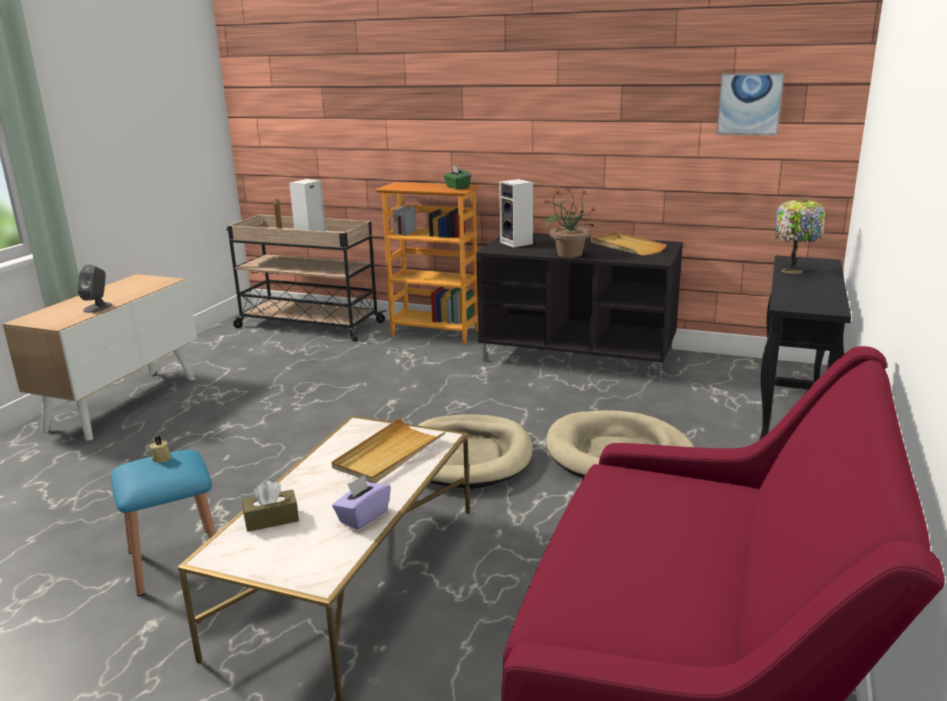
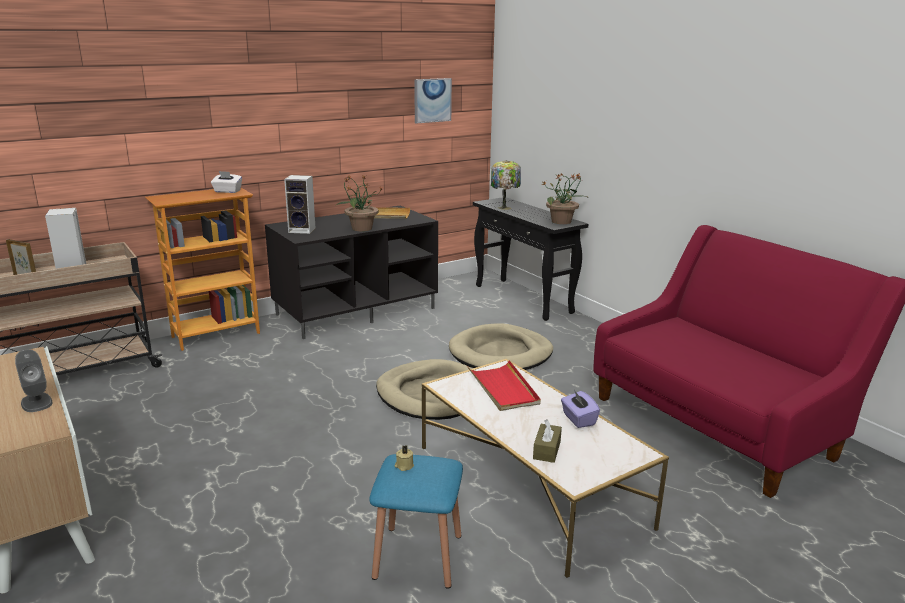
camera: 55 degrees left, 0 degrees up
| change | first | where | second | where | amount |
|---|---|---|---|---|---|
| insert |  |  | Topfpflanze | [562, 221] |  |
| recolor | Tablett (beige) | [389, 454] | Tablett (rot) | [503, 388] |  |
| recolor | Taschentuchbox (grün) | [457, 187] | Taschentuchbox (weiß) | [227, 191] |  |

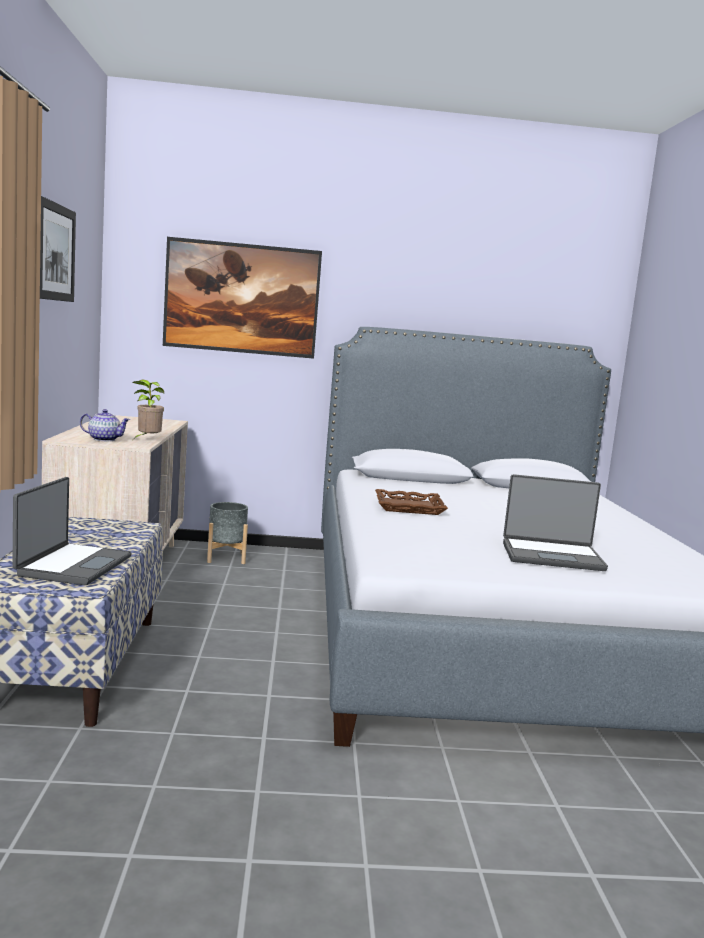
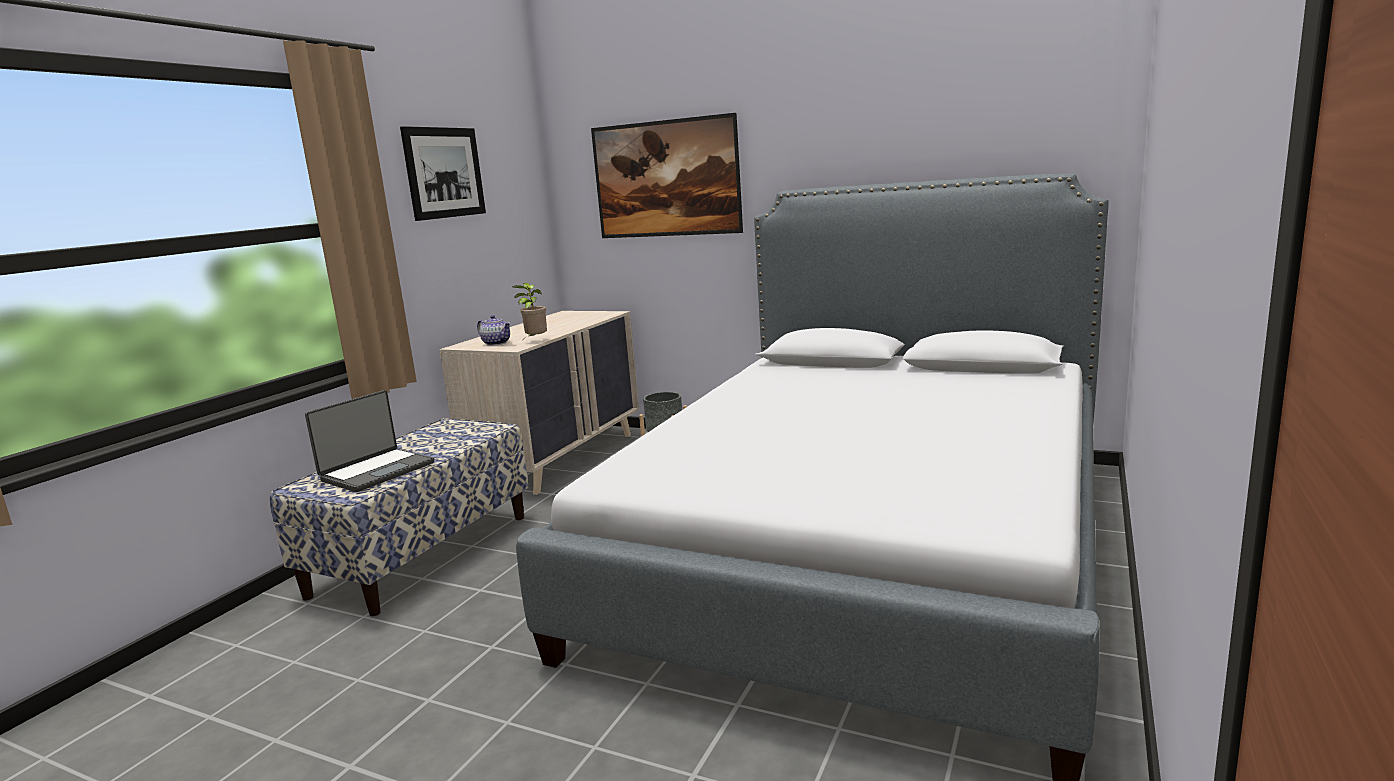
camera: 30 degrees right, 5 degrees up
| change | first | where | second | where | amount |
|---|---|---|---|---|---|
| delete | Tablett (braun) | [409, 507] |  |  |  |
| delete | Laptop | [552, 556] |  |  |  |

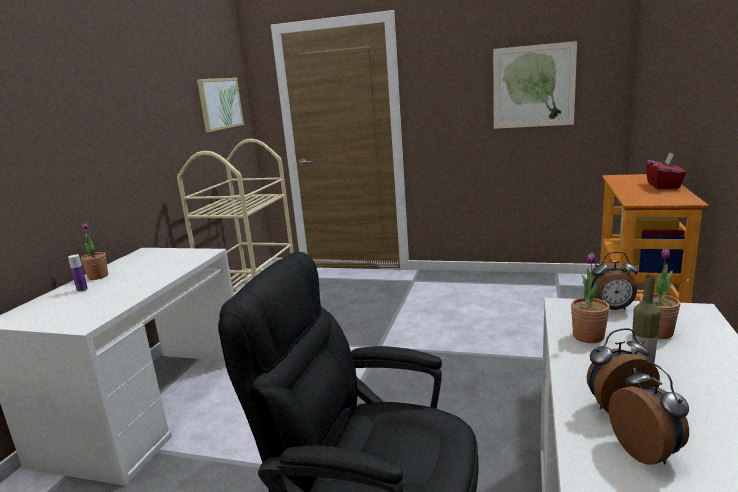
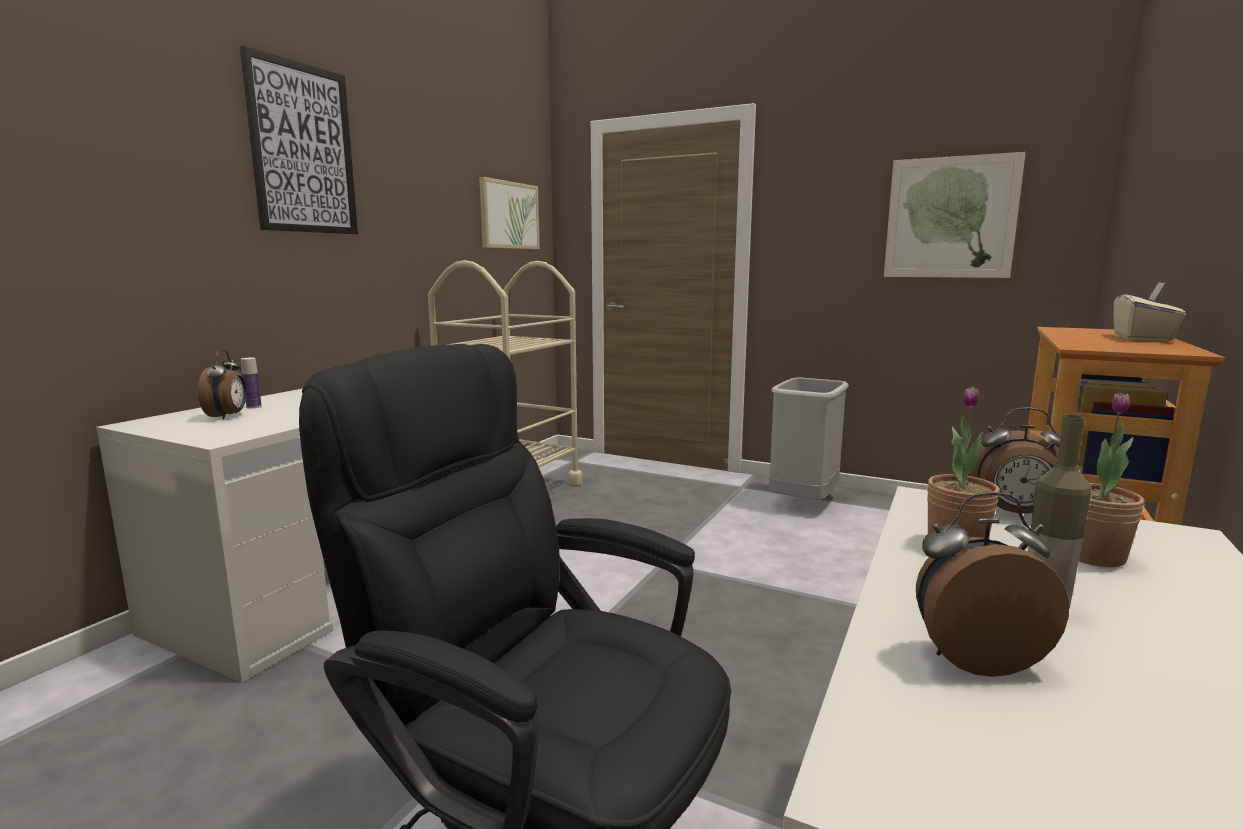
camera: 10 degrees right, 5 degrees down
| change | first | where | second | where | amount |
|---|---|---|---|---|---|
| delete | Topfpflanze | [98, 276] |  |  |  |
| insert |  |  | Bild | [302, 149] |  |
| insert |  |  | Mülleimer (grau) | [802, 502] |  |
| move | Wecker | [647, 452] |  | [228, 416] |  |
| recolor | Taschentuchbox (rot) | [663, 185] | Taschentuchbox (beige) | [1143, 338] |  |

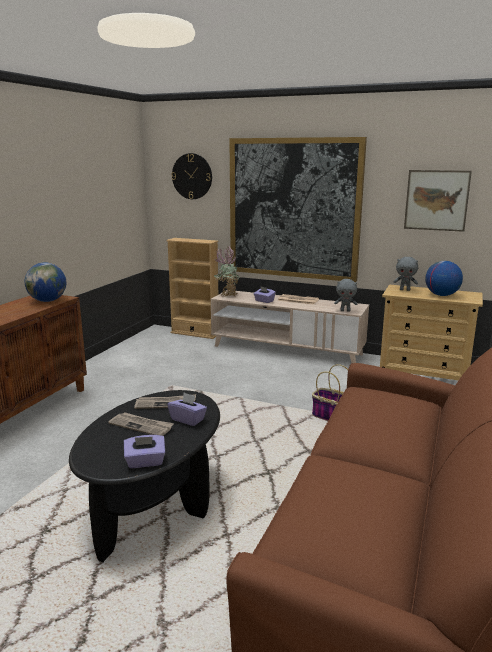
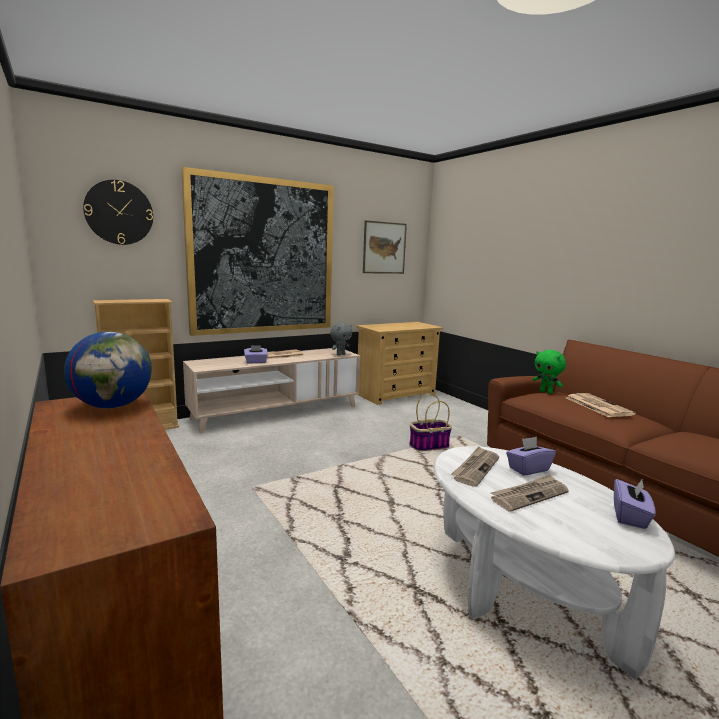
camera: 55 degrees left, 5 degrees down
| change | first | where | second | where | amount |
|---|---|---|---|---|---|
| delete | Topfpflanze | [227, 295] |  |  |  |
| delete | Plüschtier (grau) | [405, 290] |  |  |  |
| delete | Globus | [441, 295] |  |  |  |
| insert |  |  | Plüschtier (grün) | [546, 392] |  |
| insert |  |  | Zeitung | [597, 406] |  |
| recolor | Couchtisch (schwarz) | [154, 504] | Couchtisch (weiß) | [522, 592] |  |

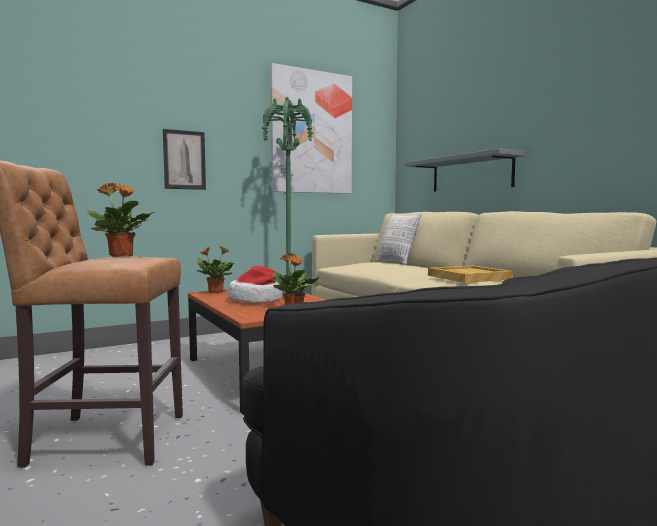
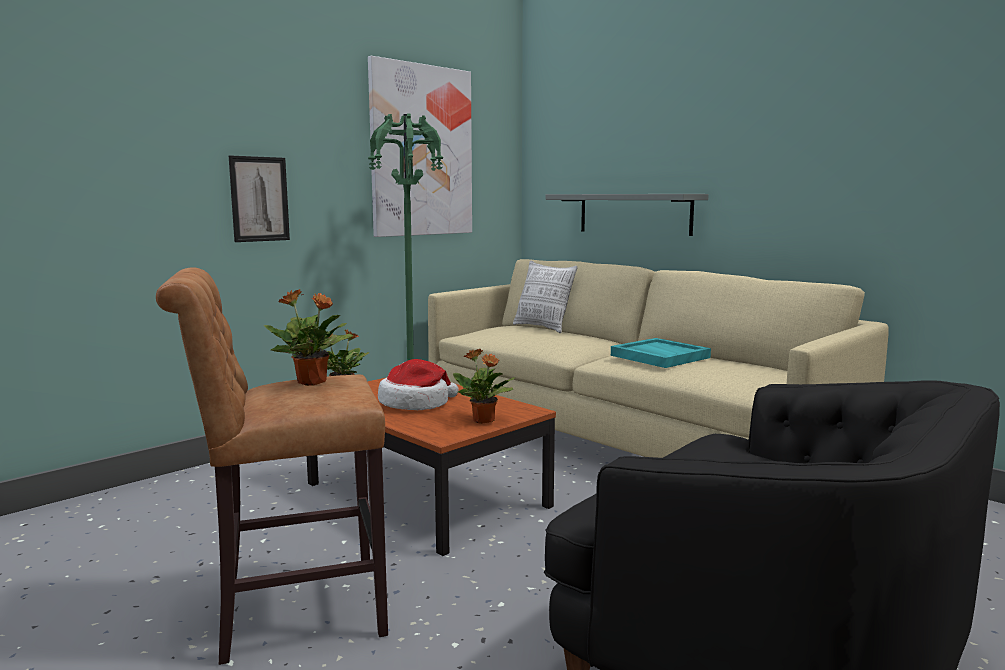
camera: 15 degrees left, 5 degrees up
| change | first | where | second | where | amount |
|---|---|---|---|---|---|
| recolor | Tablett (beige) | [468, 277] | Tablett (türkis) | [659, 356] |  |

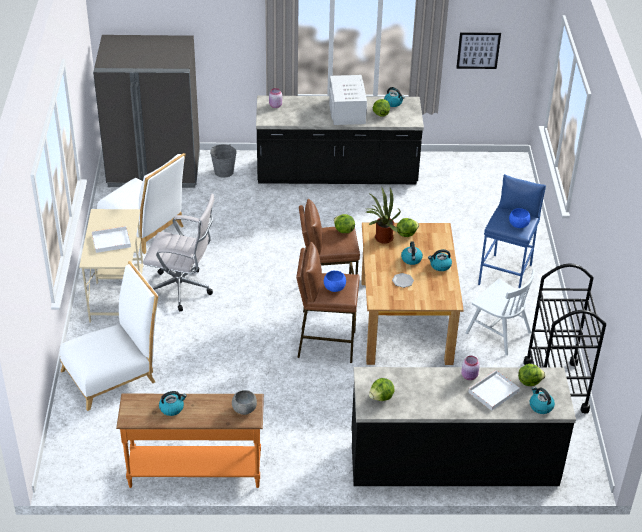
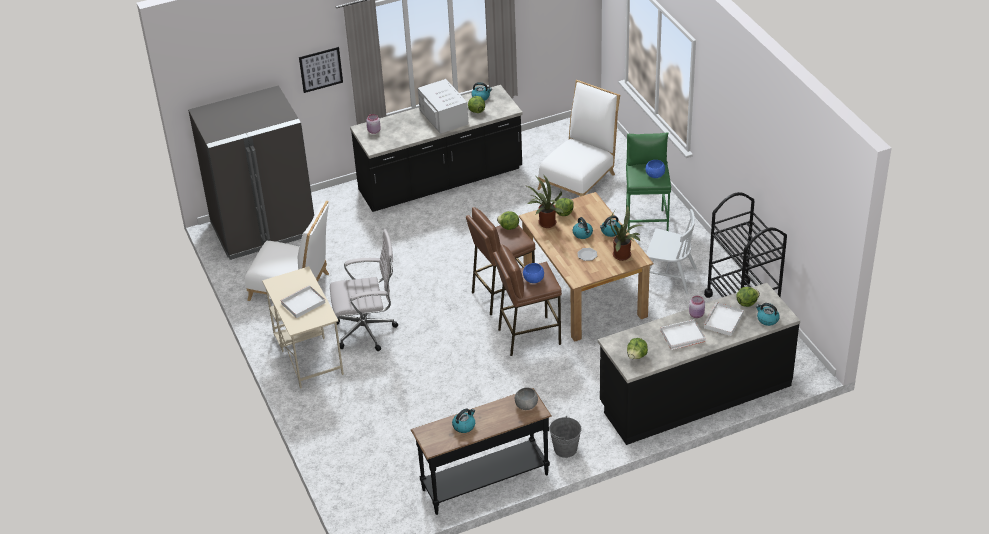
camera: 20 degrees left, 0 degrees up
| change | first | where | second | where | amount |
|---|---|---|---|---|---|
| insert |  |  | Topfpflanze | [624, 255] |  |
| insert |  |  | Tablett (weiß) | [683, 335] |  |
| move | Stuhl (weiß) | [114, 374] |  | [579, 179] |  |
| move | Eimer (grau) | [224, 171] |  | [565, 449] |  |
| move | Bild | [478, 50] |  | [321, 69] |  |
| recolor | Konsolentisch (orange) | [195, 471] | Konsolentisch (schwarz) | [484, 481] |  |
| recolor | Hocker (blau) | [506, 274] | Hocker (grün) | [646, 225] |  |

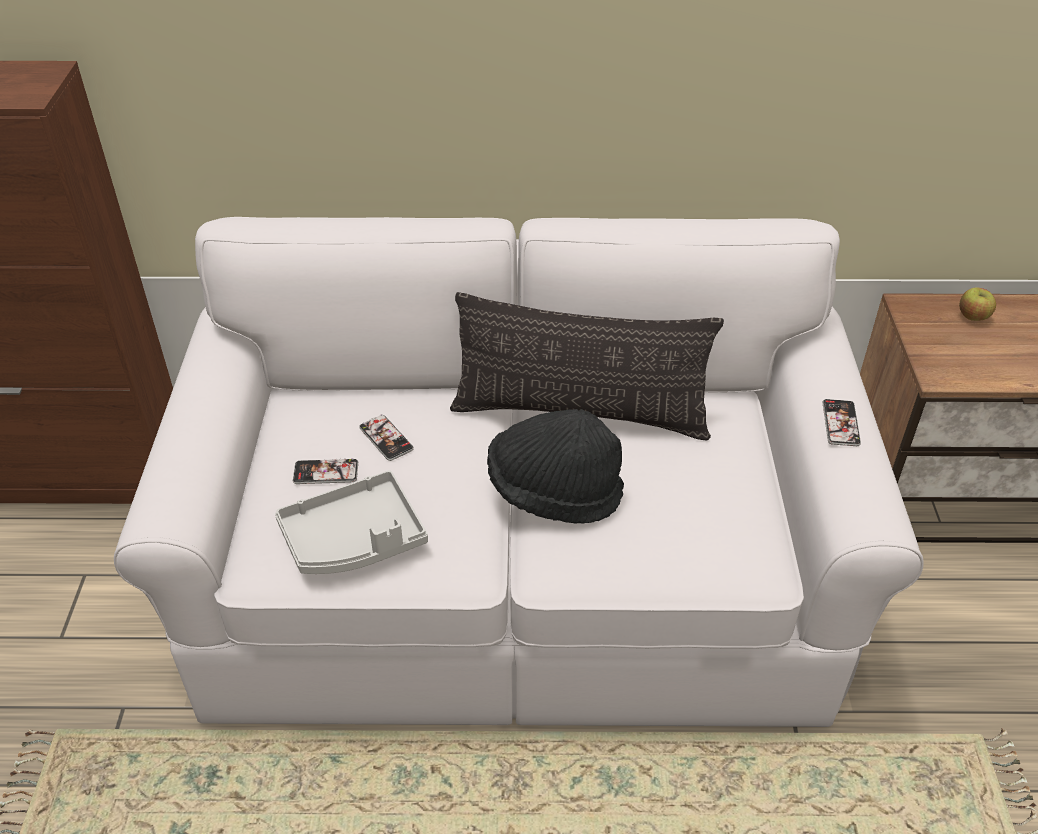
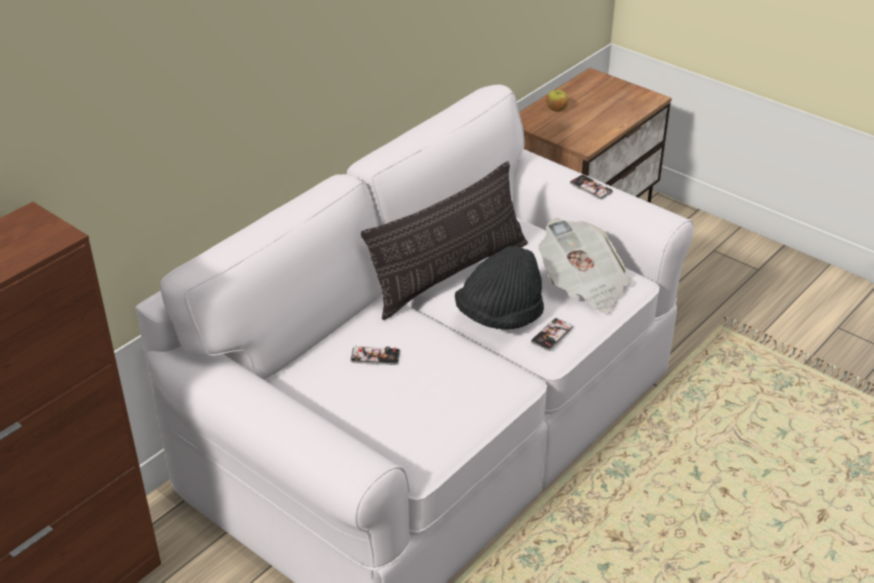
camera: 50 degrees left, 5 degrees down
| change | first | where | second | where | amount |
|---|---|---|---|---|---|
| delete | Tablett (grau) | [354, 539] |  |  |  |
| insert |  |  | Zeitung | [583, 285] |  |
| move | Handy | [326, 472] |  | [552, 335] |  |

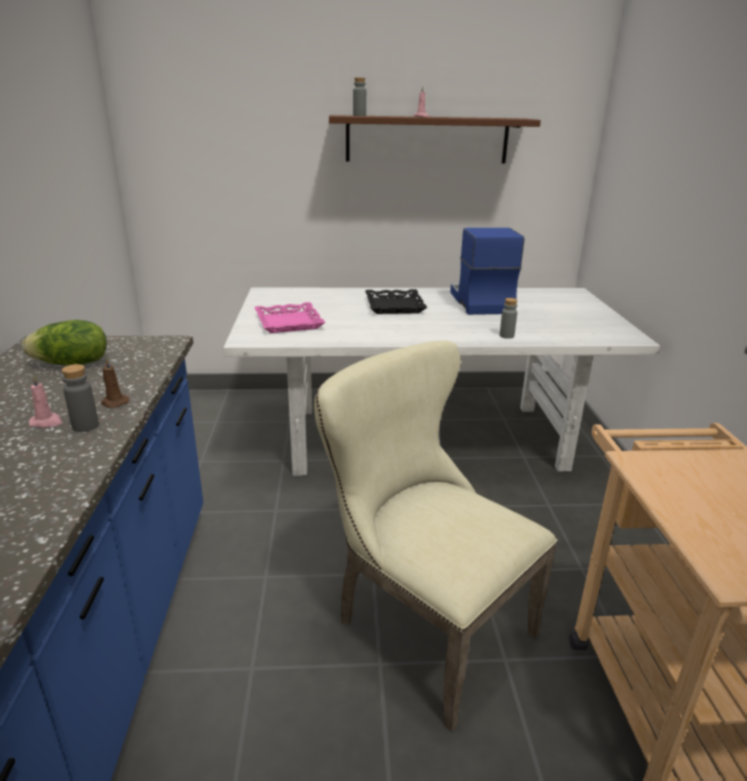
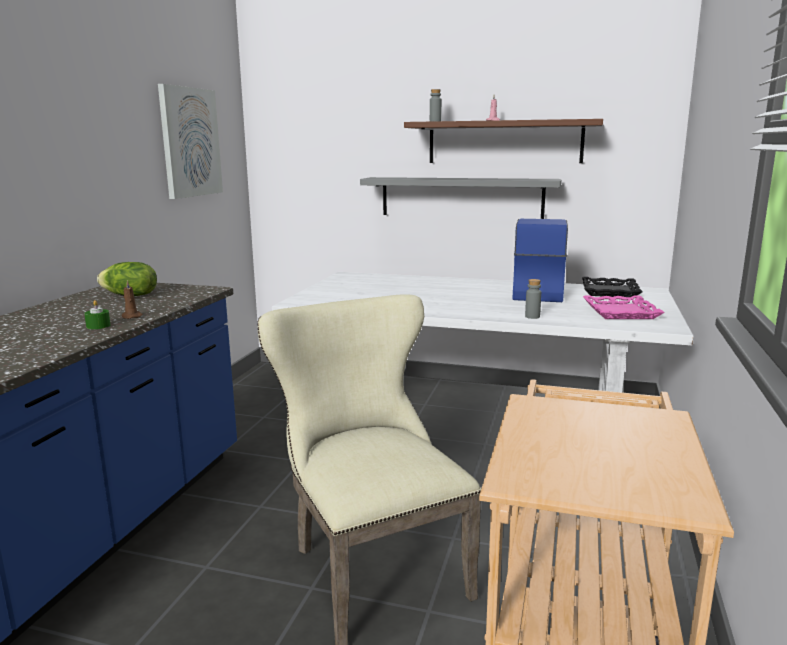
camera: 20 degrees right, 10 degrees down
| change | first | where | second | where | amount |
|---|---|---|---|---|---|
| delete | Kerze (rosa) | [47, 422] |  |  |  |
| insert |  |  | Bild | [190, 142] |  |
| insert |  |  | Wandregal (grau) | [461, 197] |  |
| move | Tablett (rosa) | [288, 322] |  | [620, 312] |  |
| move | Tablett (schwarz) | [394, 306] |  | [609, 291] |  |
| replace | Flasche (grau) | [85, 426] | Kerze (grün) | [98, 326] |  |

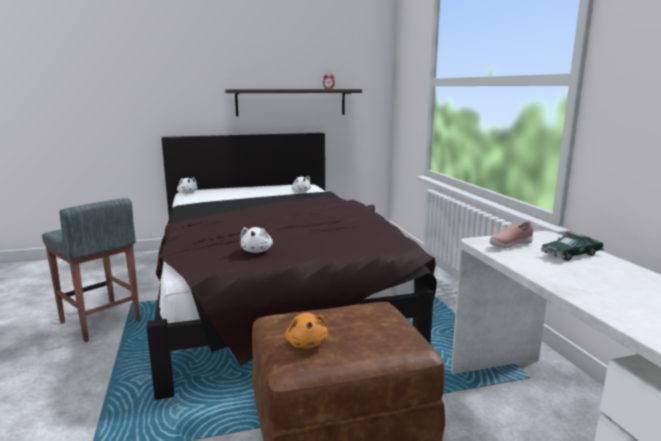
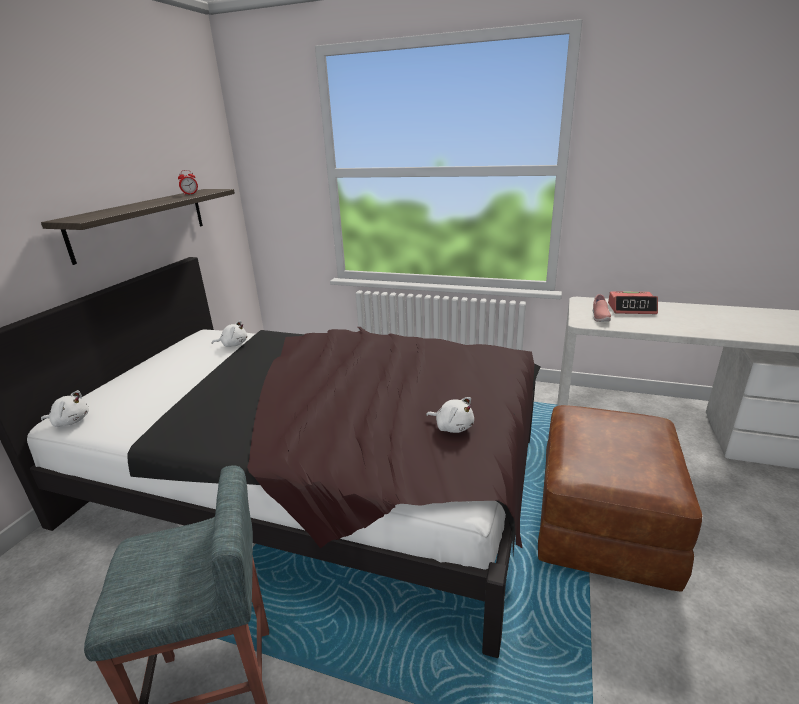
camera: 55 degrees left, 10 degrees up
| change | first | where | second | where | amount |
|---|---|---|---|---|---|
| delete | Plüschtier (orange) | [306, 343] |  |  |  |
| replace | Spielzeugauto | [571, 254] | Wecker | [632, 309] |  |

